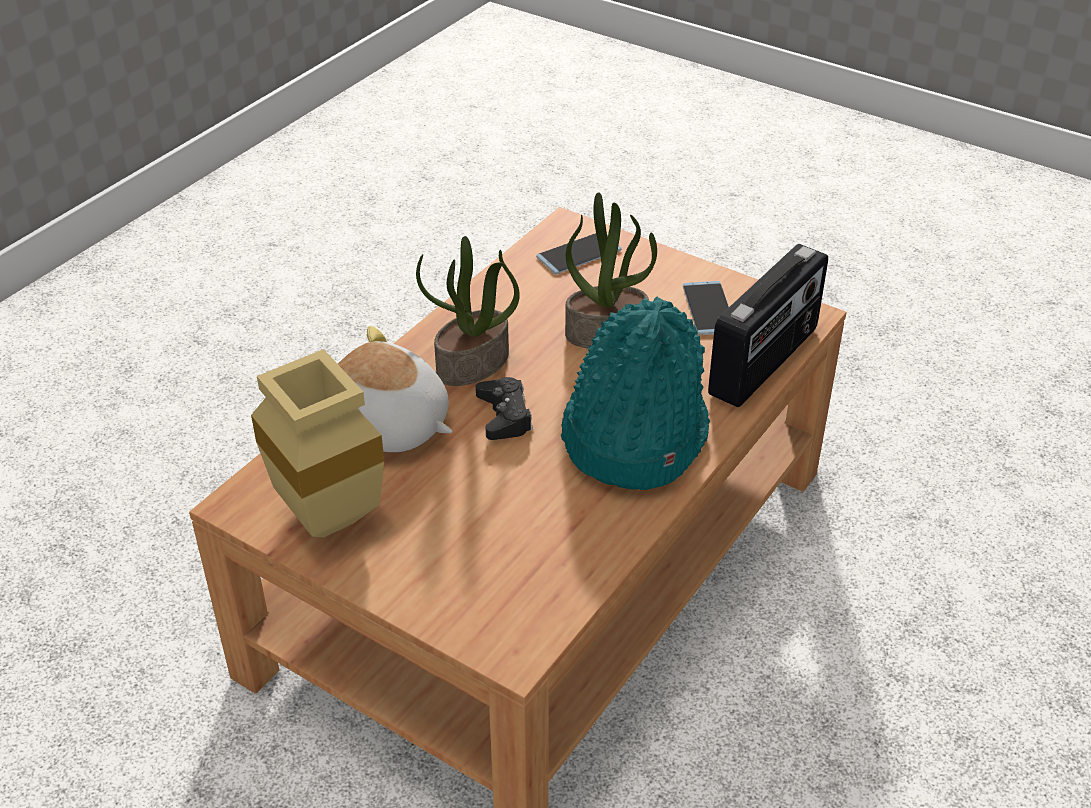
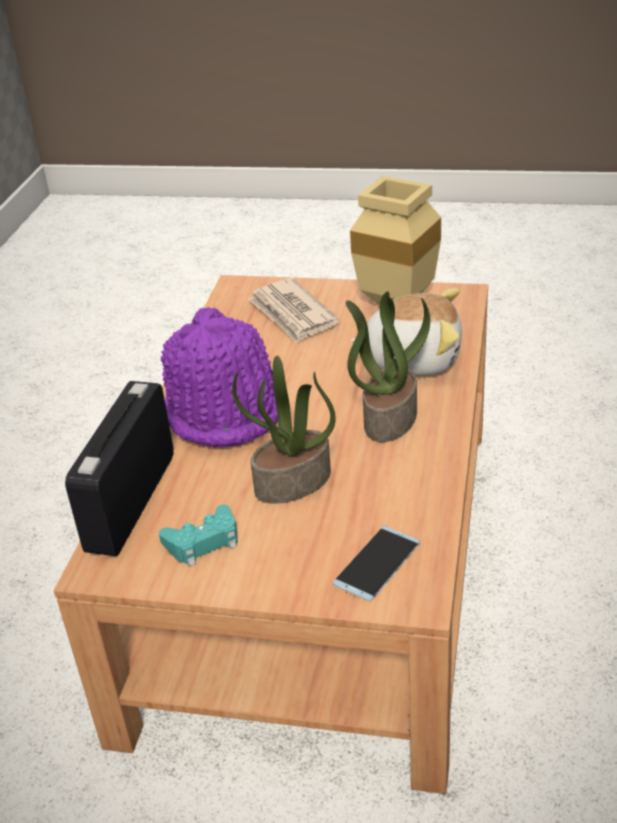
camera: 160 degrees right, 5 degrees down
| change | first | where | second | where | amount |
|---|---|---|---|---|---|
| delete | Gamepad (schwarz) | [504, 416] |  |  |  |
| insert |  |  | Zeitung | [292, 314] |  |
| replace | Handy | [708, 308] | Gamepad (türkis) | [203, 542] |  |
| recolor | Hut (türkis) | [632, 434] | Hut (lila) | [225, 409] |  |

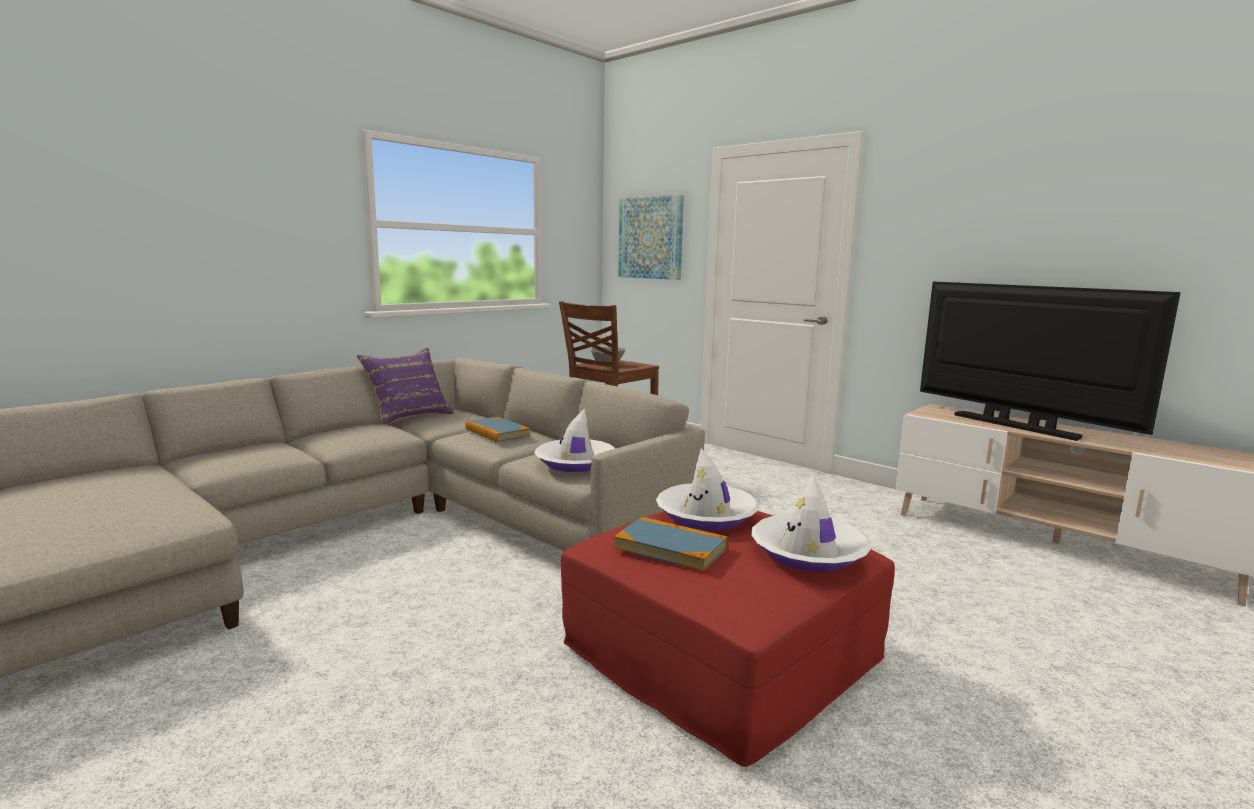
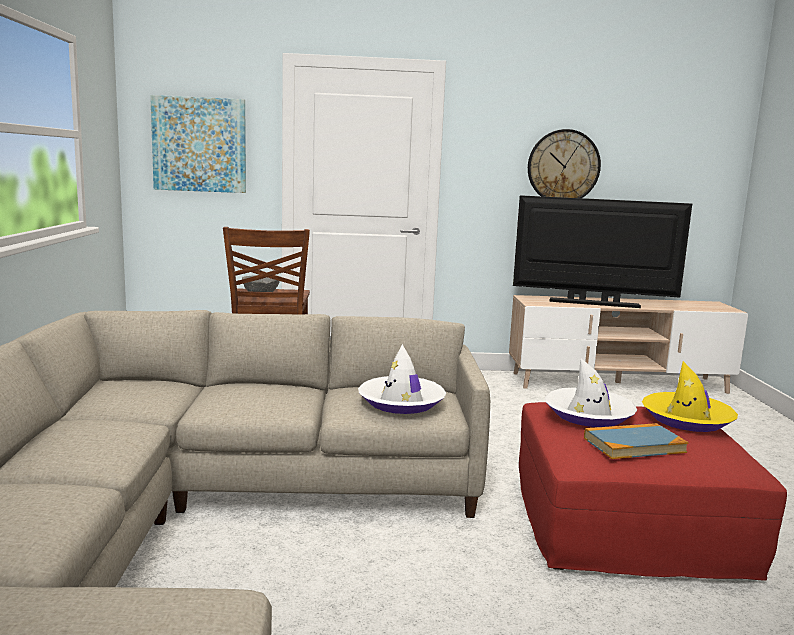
camera: 45 degrees left, 0 degrees up
| change | first | where | second | where | amount |
|---|---|---|---|---|---|
| delete | Kissen (lila) | [409, 416] |  |  |  |
| delete | Buch | [497, 432] |  |  |  |
| insert |  |  | Wanduhr | [563, 166] |  |
| recolor | Hut (weiß) | [808, 552] | Hut (gelb) | [687, 420] |  |

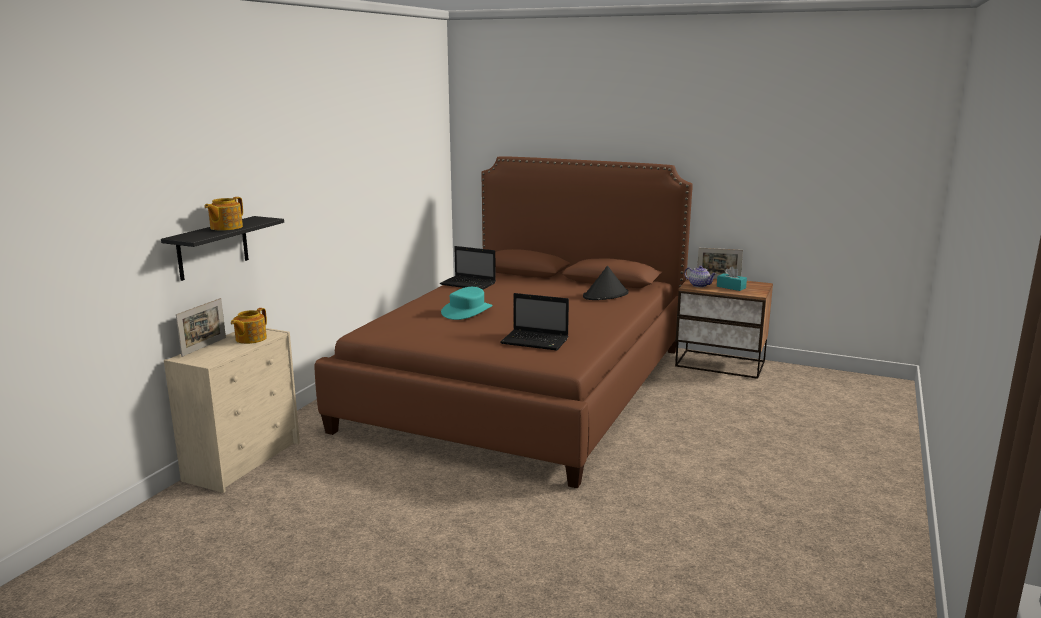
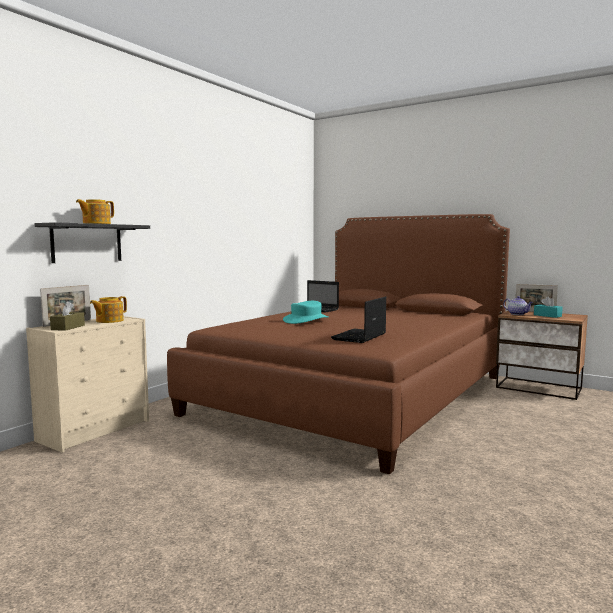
camera: 10 degrees right, 10 degrees down
| change | first | where | second | where | amount |
|---|---|---|---|---|---|
| delete | Hut (schwarz) | [606, 295] |  |  |  |
| insert |  |  | Taschentuchbox (braun) | [68, 327] |  |
| rotate | Laptop | [536, 341] |  | [359, 337] | 90 degrees clockwise |

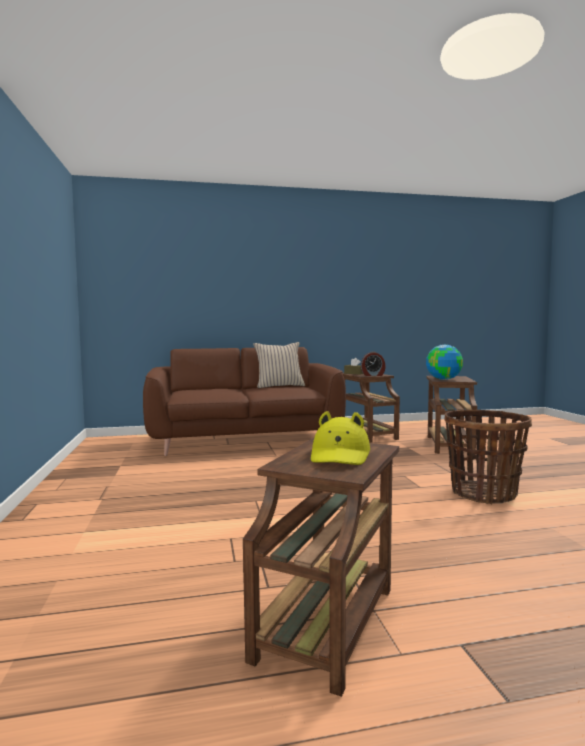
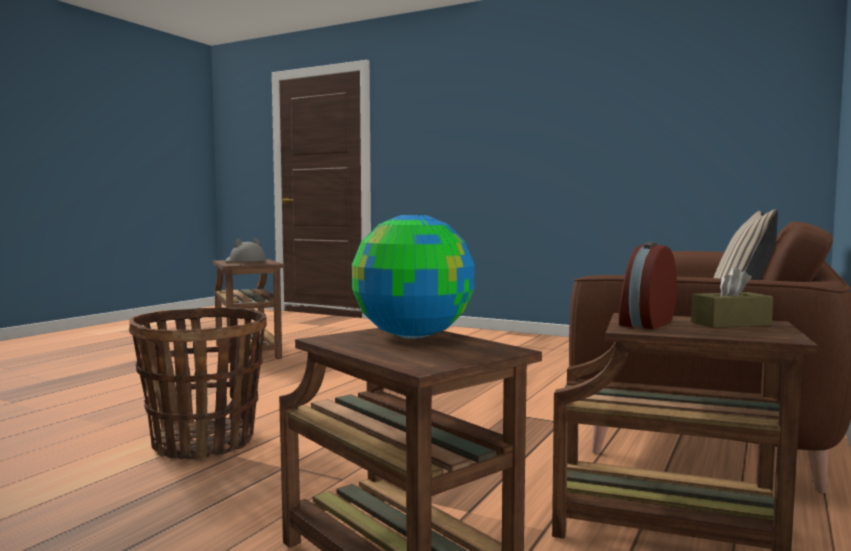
camera: 130 degrees right, 0 degrees up
| change | first | where | second | where | amount |
|---|---|---|---|---|---|
| recolor | Hut (gelb) | [340, 455] | Hut (grau) | [244, 262] |  |

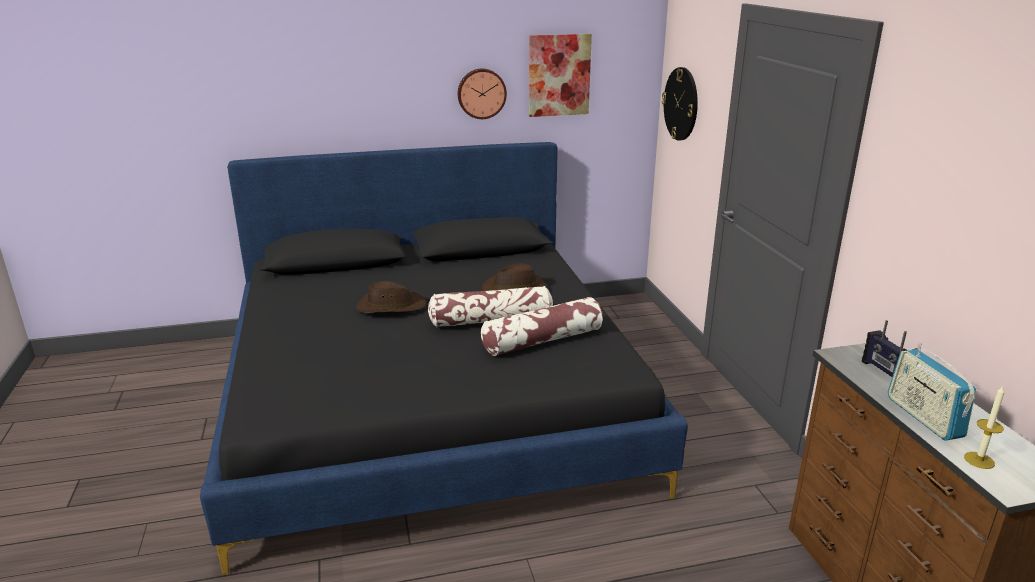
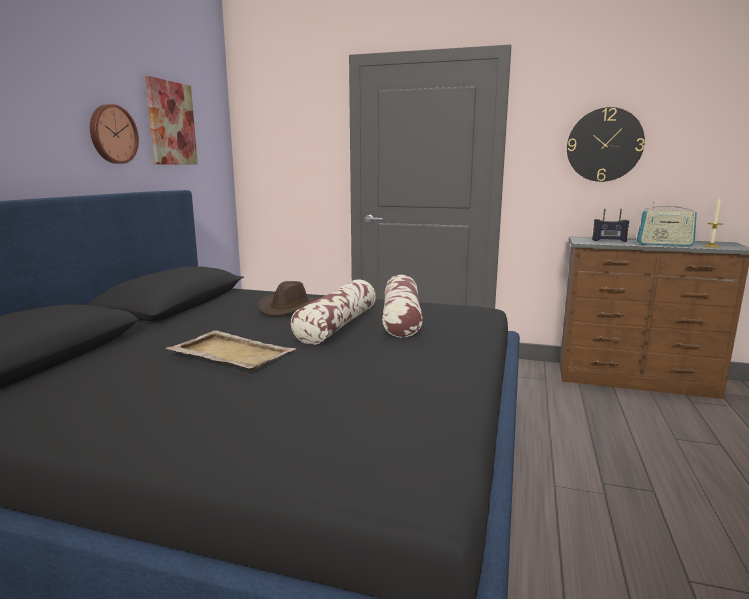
camera: 60 degrees left, 10 degrees down
| change | first | where | second | where | amount |
|---|---|---|---|---|---|
| move | Wanduhr | [681, 104] |  | [604, 145] |  |
| replace | Hut (braun) | [390, 306] | Tablett (beige) | [231, 353] |  |

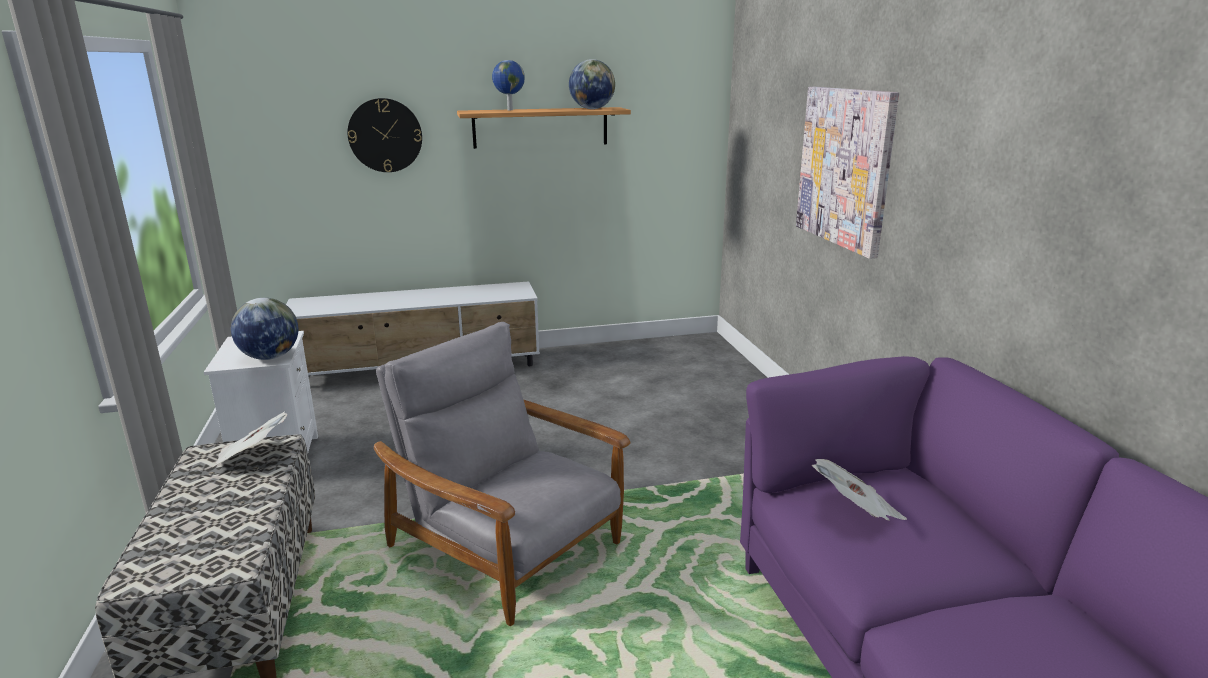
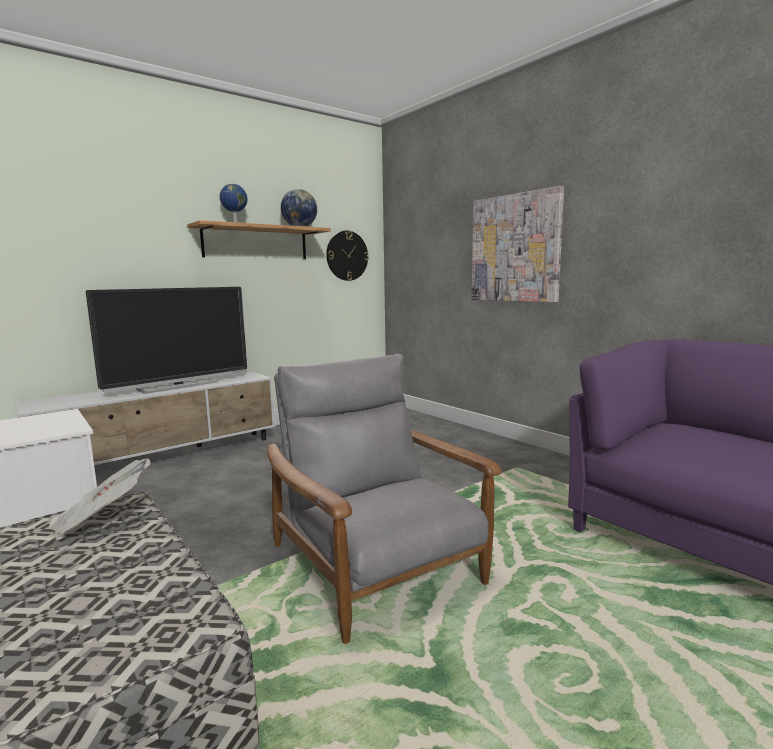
camera: 25 degrees left, 10 degrees down
| change | first | where | second | where | amount |
|---|---|---|---|---|---|
| delete | Globus | [270, 357] |  |  |  |
| delete | Zeitung | [856, 512] |  |  |  |
| insert |  |  | Fernseher | [179, 386] |  |
| move | Wanduhr | [385, 135] |  | [347, 255] |  |
| rotate | Sessel (grau) | [507, 546] |  | [376, 565] | 45 degrees clockwise |

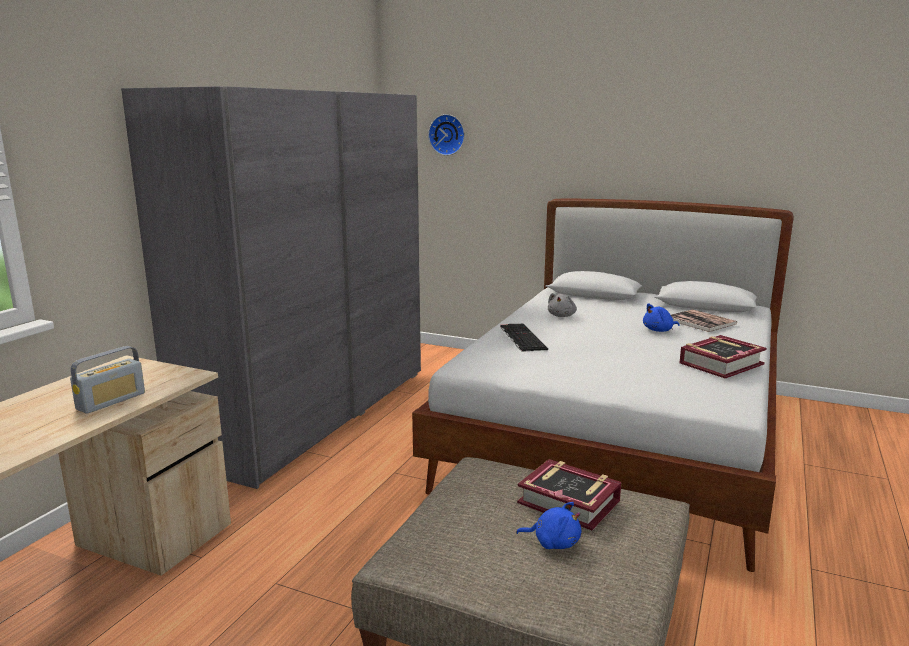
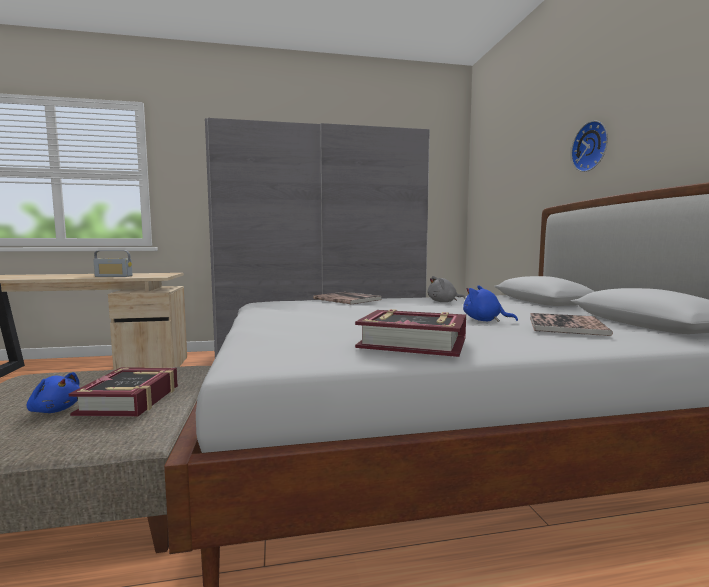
camera: 55 degrees right, 10 degrees down
| change | first | where | second | where | amount |
|---|---|---|---|---|---|
| move | Wanduhr | [447, 134] |  | [592, 146] |  |
| replace | Tastatur | [521, 337] | Buch | [347, 299] |  |
| rotate | Plüschtier (blau) | [553, 542] |  | [55, 410] | 45 degrees counterclockwise |

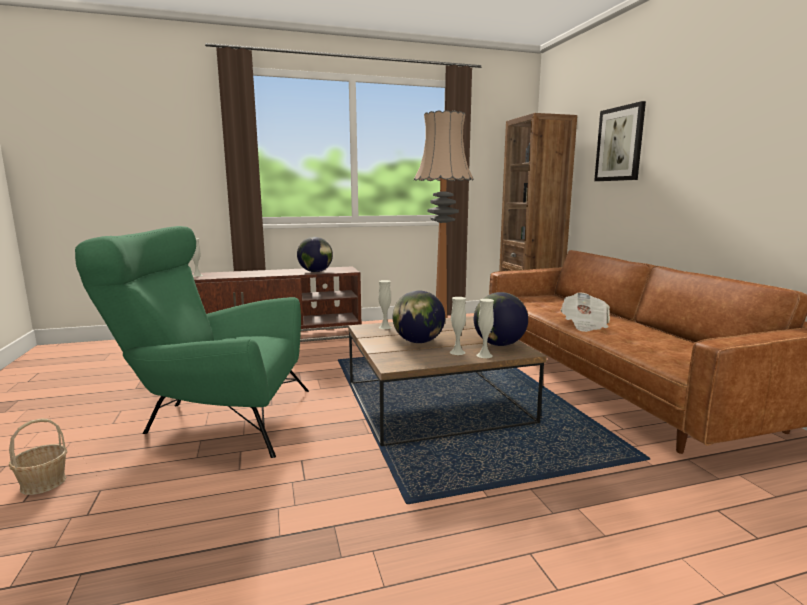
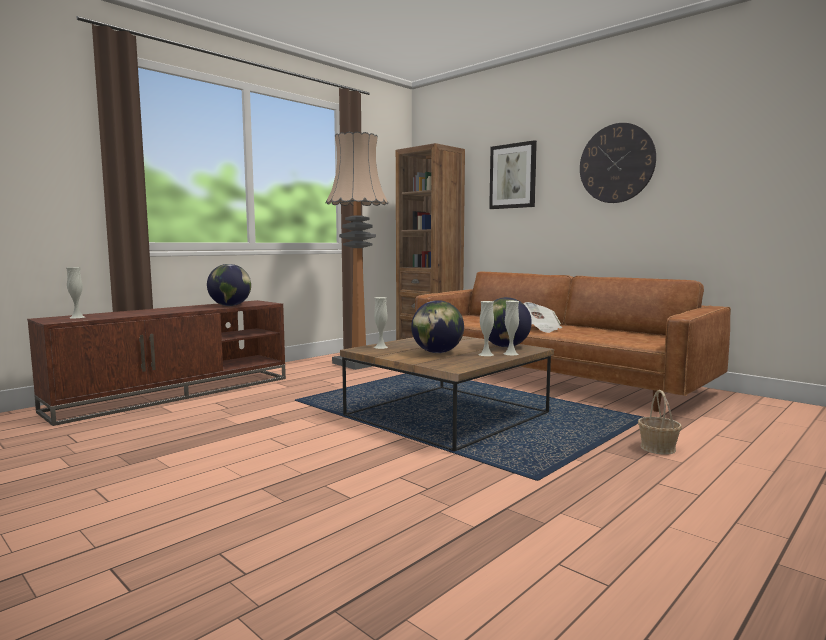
camera: 30 degrees left, 5 degrees down
| change | first | where | second | where | amount |
|---|---|---|---|---|---|
| delete | Sessel (grün) | [215, 419] |  |  |  |
| insert |  |  | Wanduhr | [616, 163] |  |
| move | Korb | [43, 483] |  | [657, 448] |  |

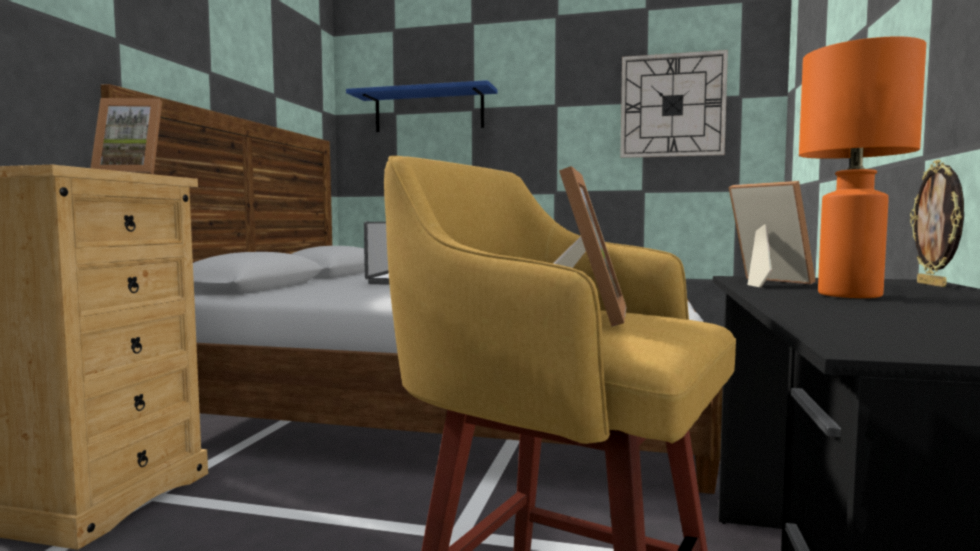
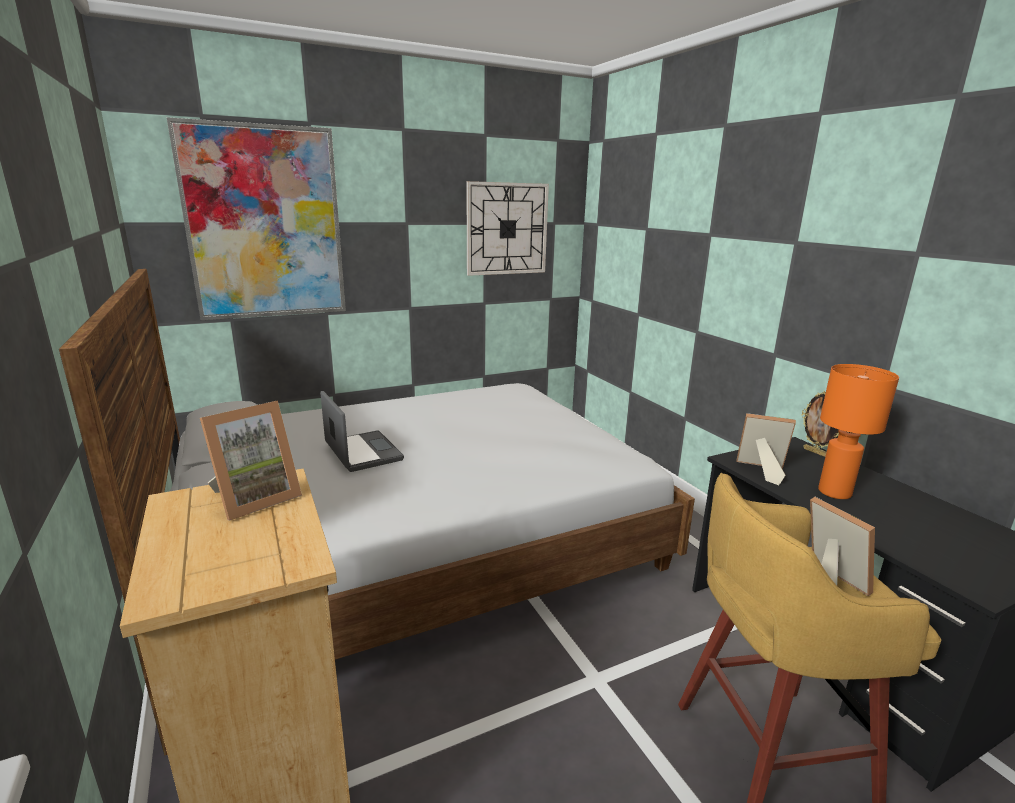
camera: 40 degrees left, 15 degrees up
| change | first | where | second | where | amount |
|---|---|---|---|---|---|
| replace | Wandregal (blau) | [429, 111] | Bild | [265, 224] |  |

